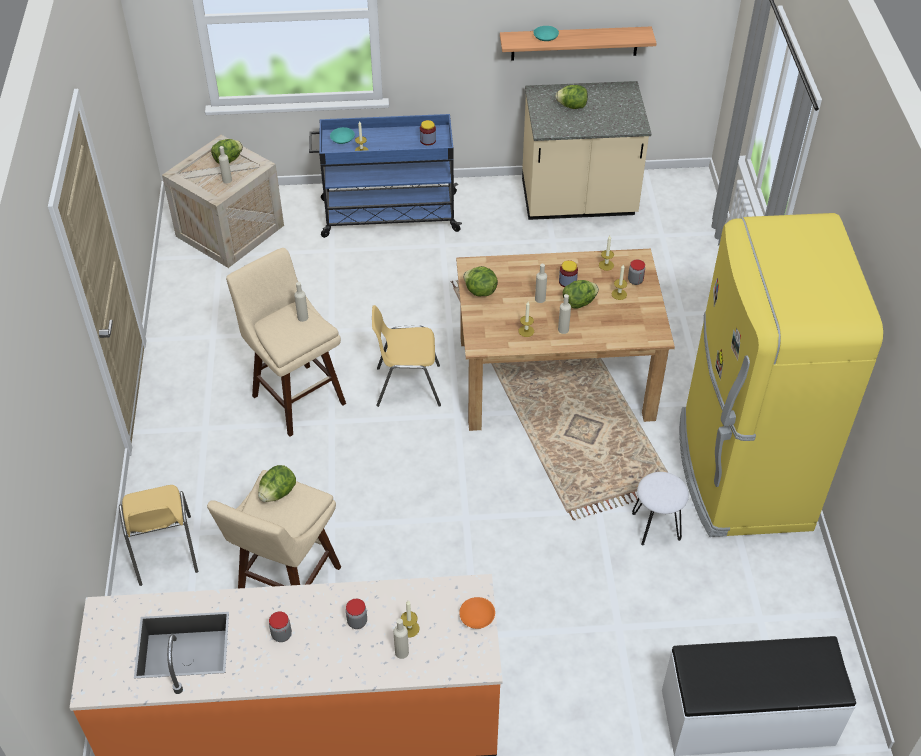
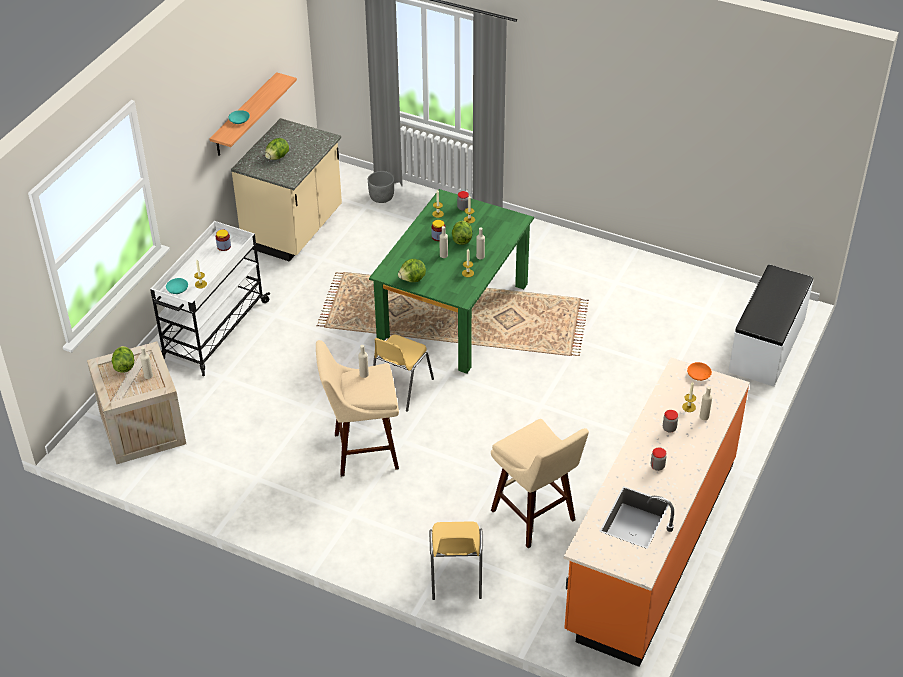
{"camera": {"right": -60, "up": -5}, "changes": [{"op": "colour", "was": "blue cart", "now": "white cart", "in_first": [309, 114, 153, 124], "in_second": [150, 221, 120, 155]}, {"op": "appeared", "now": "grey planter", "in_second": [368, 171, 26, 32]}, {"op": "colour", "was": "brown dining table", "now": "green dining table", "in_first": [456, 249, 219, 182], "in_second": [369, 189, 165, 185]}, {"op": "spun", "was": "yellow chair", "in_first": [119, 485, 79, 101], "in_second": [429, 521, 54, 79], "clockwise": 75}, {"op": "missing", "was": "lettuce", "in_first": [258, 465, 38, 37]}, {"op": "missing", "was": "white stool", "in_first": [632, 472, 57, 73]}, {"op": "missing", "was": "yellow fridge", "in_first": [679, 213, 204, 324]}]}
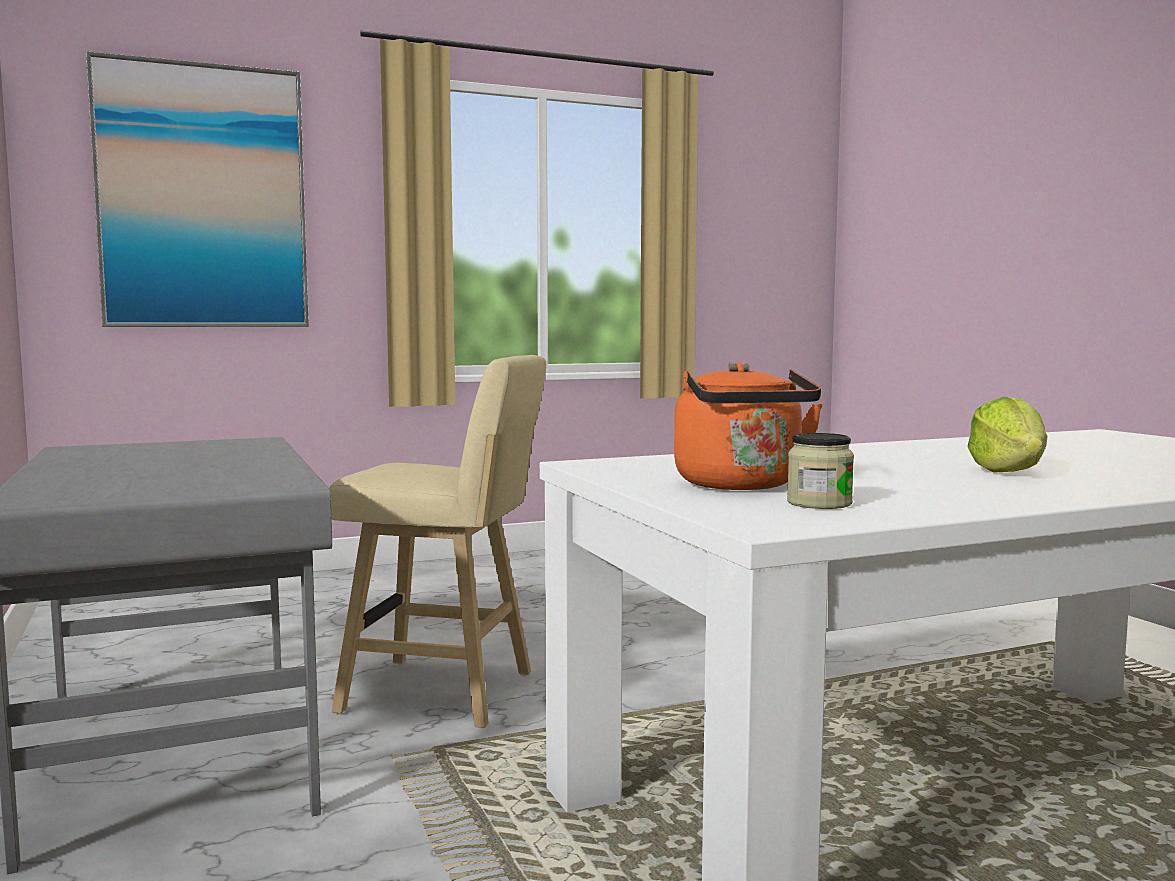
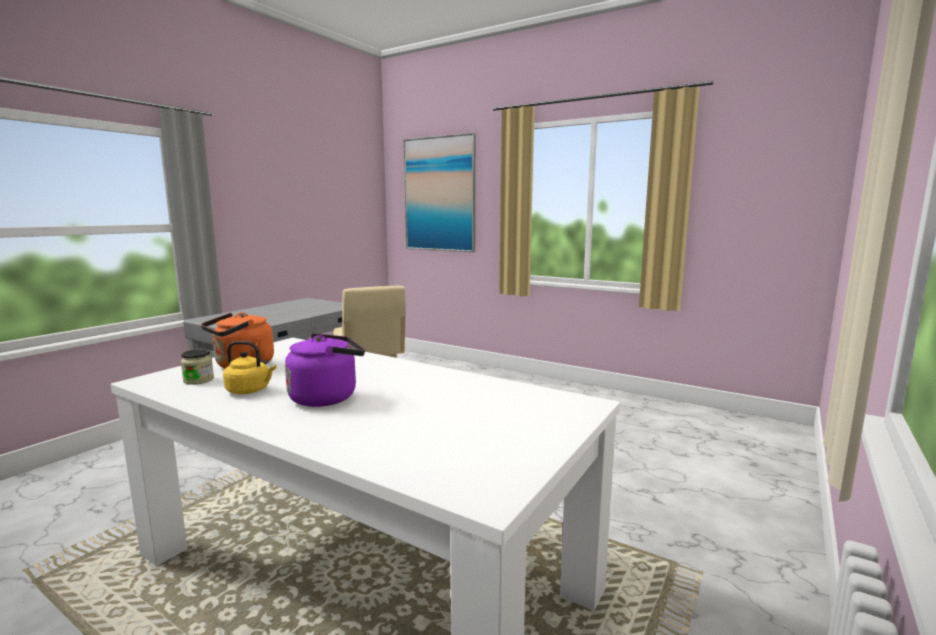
{"camera": {"right": 55, "up": 5}, "changes": [{"op": "appeared", "now": "yellow kettle", "in_second": [223, 341, 53, 53]}, {"op": "exchanged", "was": "lettuce", "now": "purple kettle", "in_first": [968, 397, 80, 76], "in_second": [285, 333, 80, 74]}]}
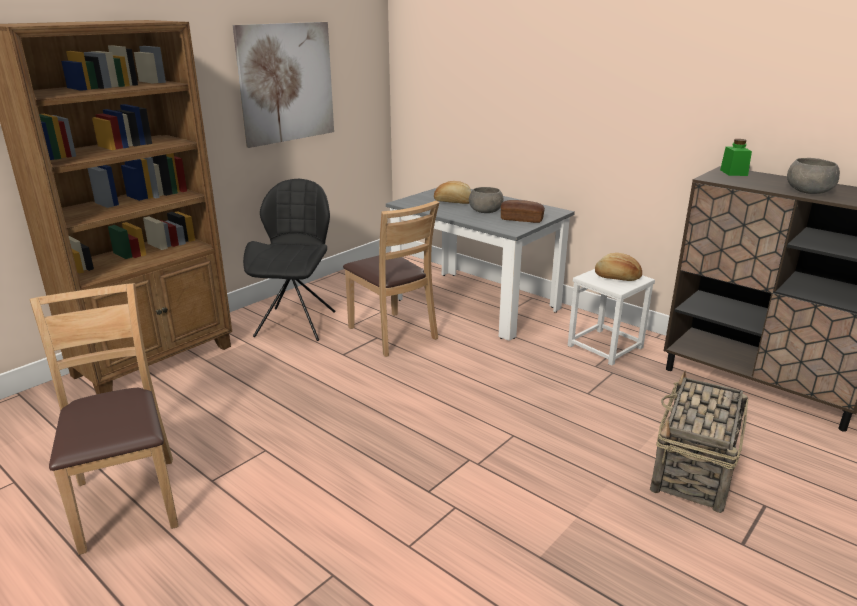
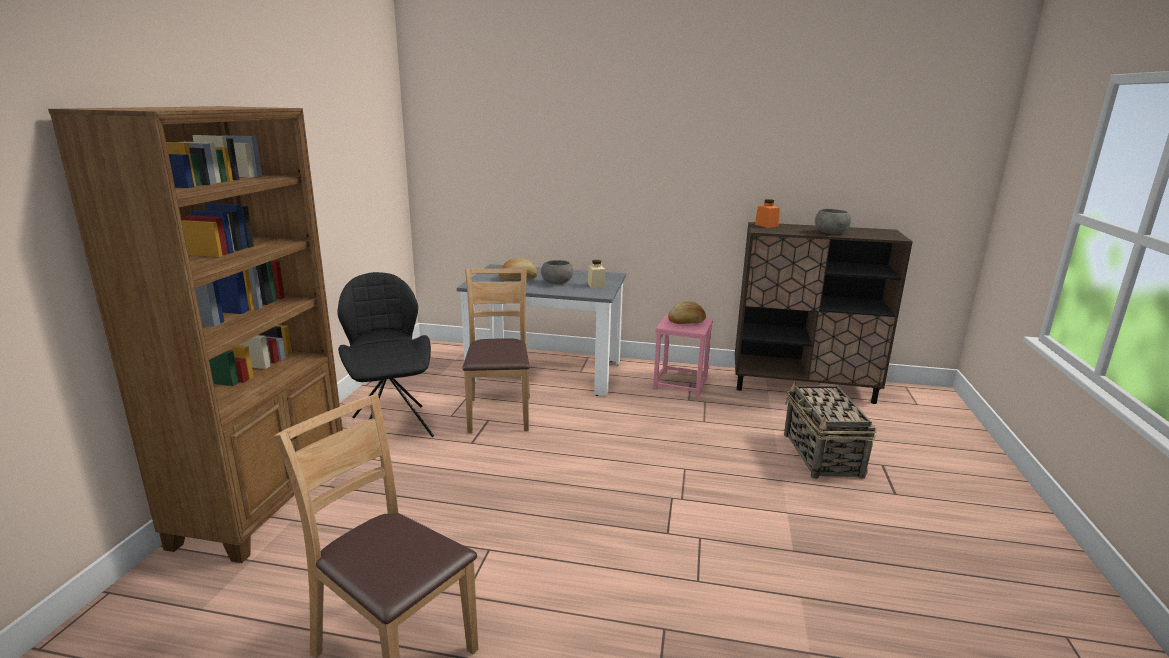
{"camera": {"right": -30, "up": -5}, "changes": [{"op": "spun", "was": "brown chair", "in_first": [343, 201, 97, 156], "in_second": [462, 268, 68, 166], "clockwise": -120}, {"op": "exchanged", "was": "bread", "now": "beige jar", "in_first": [501, 200, 44, 23], "in_second": [587, 260, 18, 28]}, {"op": "colour", "was": "white stool", "now": "pink stool", "in_first": [568, 269, 87, 97], "in_second": [653, 313, 60, 84]}, {"op": "colour", "was": "green jar", "now": "orange jar", "in_first": [720, 139, 32, 37], "in_second": [755, 199, 25, 29]}, {"op": "missing", "was": "picture", "in_first": [233, 22, 101, 126]}]}
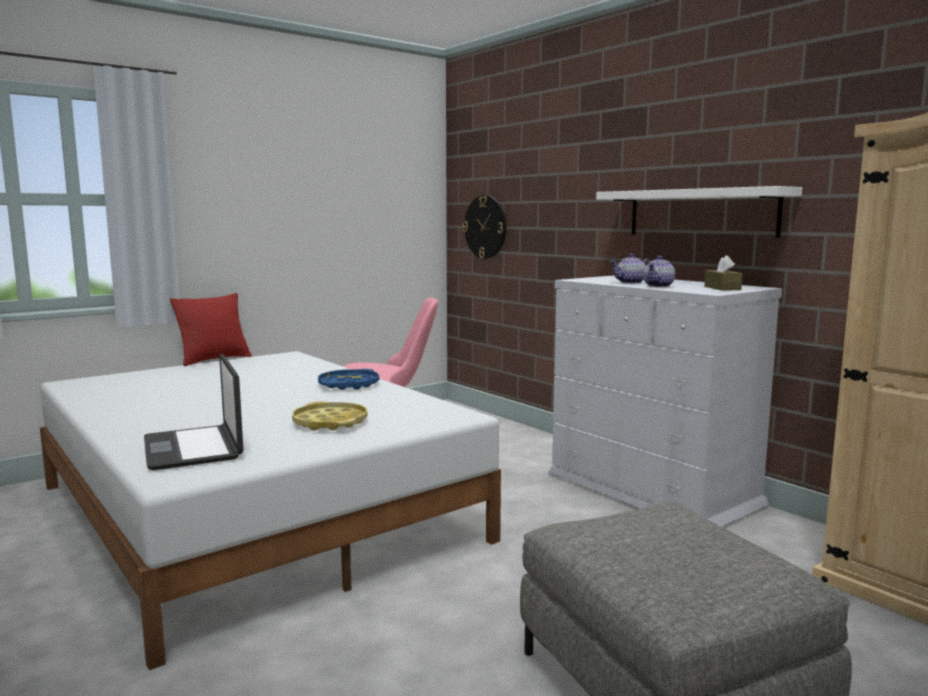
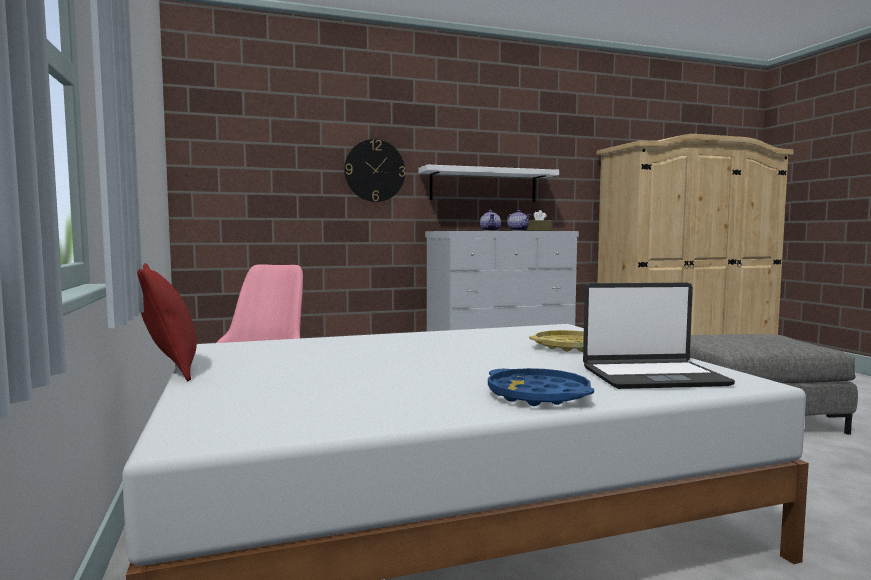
{"camera": {"right": -70, "up": -5}, "changes": [{"op": "relocated", "was": "wall clock", "in_first": [463, 195, 43, 64], "in_second": [344, 139, 61, 63]}, {"op": "relocated", "was": "blue tray", "in_first": [318, 369, 61, 21], "in_second": [488, 368, 106, 38]}]}
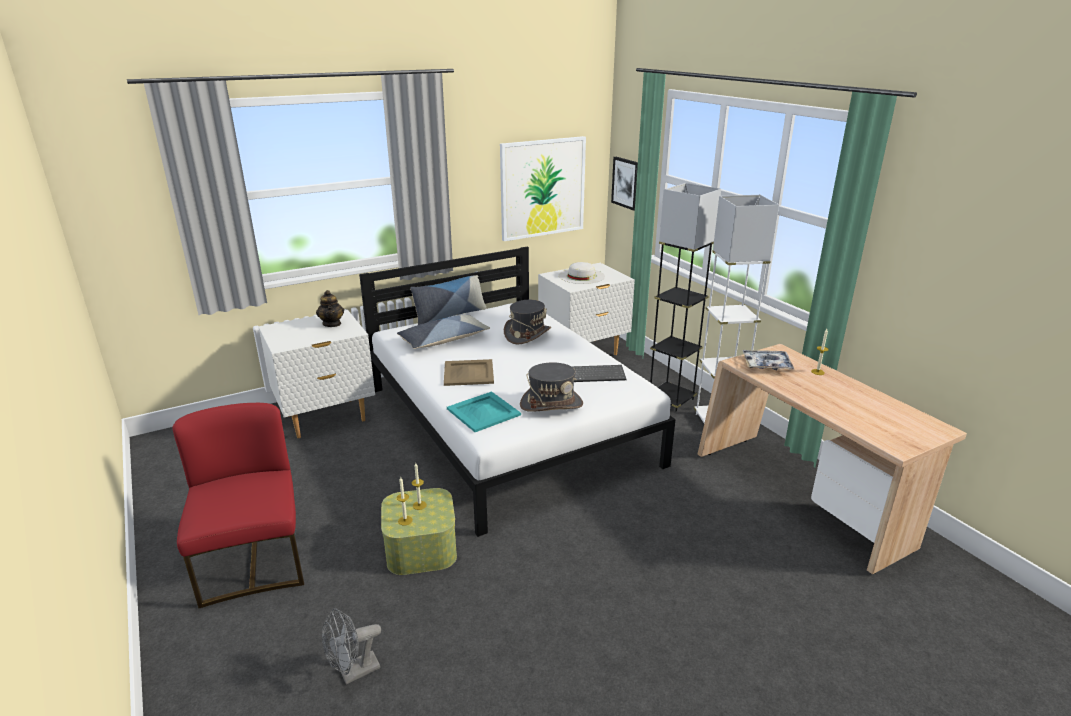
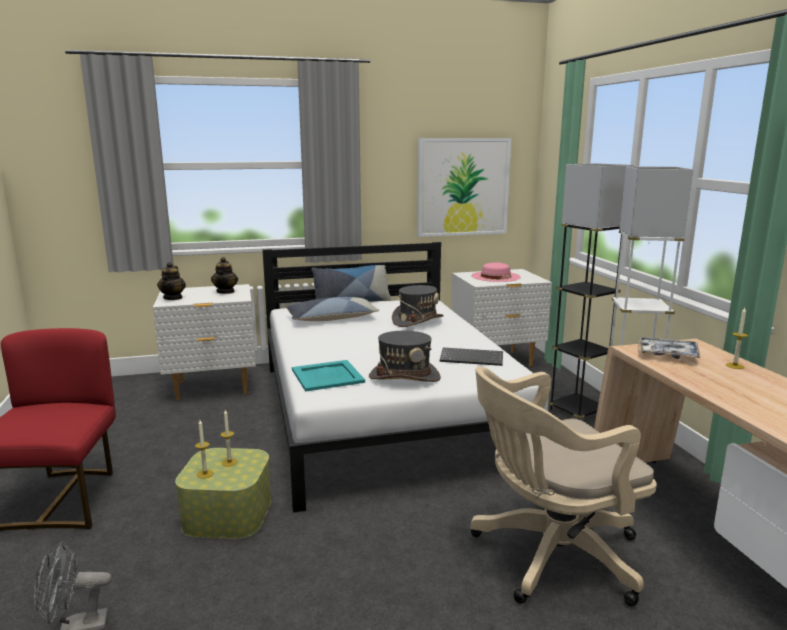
{"camera": {"right": 15, "up": -10}, "changes": [{"op": "appeared", "now": "teapot", "in_second": [157, 262, 29, 38]}, {"op": "appeared", "now": "beige office chair", "in_second": [470, 366, 187, 240]}, {"op": "colour", "was": "white hat", "now": "pink hat", "in_first": [559, 262, 46, 22], "in_second": [472, 263, 49, 19]}, {"op": "missing", "was": "beige tray", "in_first": [444, 359, 50, 27]}, {"op": "missing", "was": "picture", "in_first": [611, 157, 27, 54]}]}
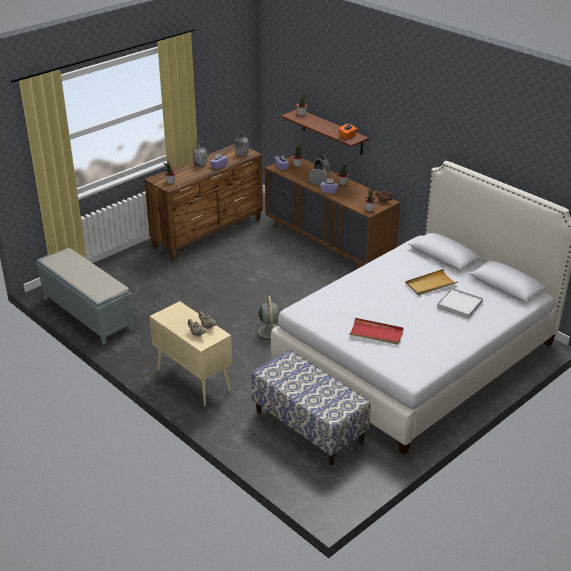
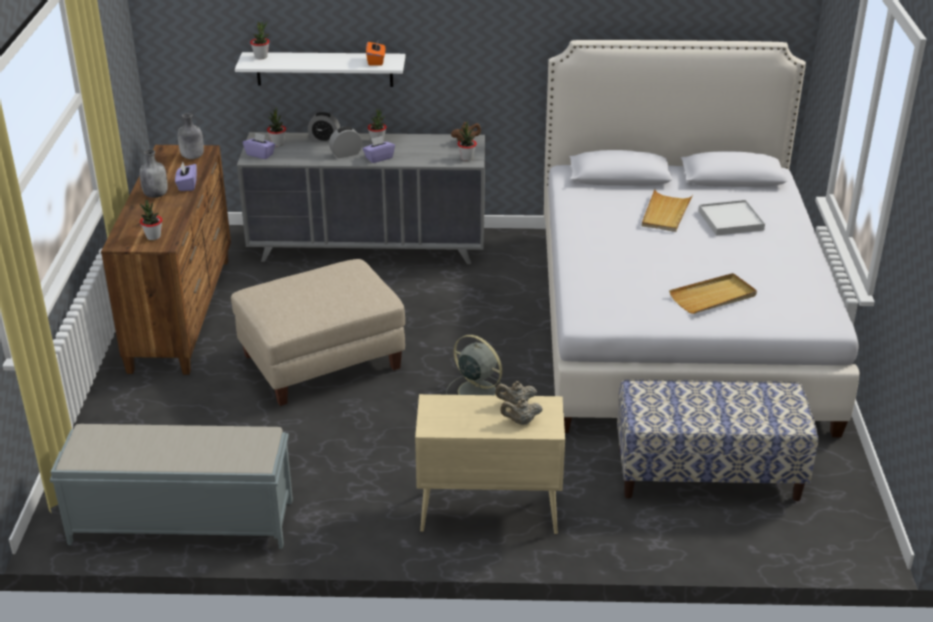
{"camera": {"right": -45, "up": 0}, "changes": [{"op": "appeared", "now": "beige ottoman", "in_second": [231, 259, 174, 147]}, {"op": "colour", "was": "brown shelf", "now": "white shelf", "in_first": [281, 110, 88, 45], "in_second": [235, 52, 171, 35]}, {"op": "colour", "was": "brown dresser", "now": "grey dresser", "in_first": [265, 156, 135, 112], "in_second": [237, 132, 248, 132]}, {"op": "colour", "was": "red tray", "now": "beige tray", "in_first": [349, 318, 55, 27], "in_second": [669, 273, 88, 41]}]}
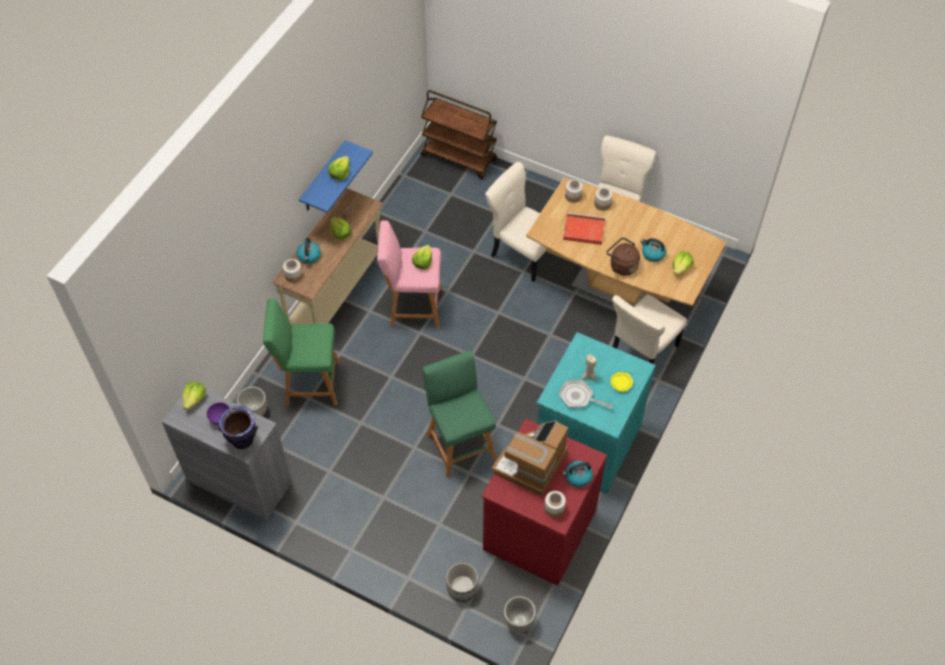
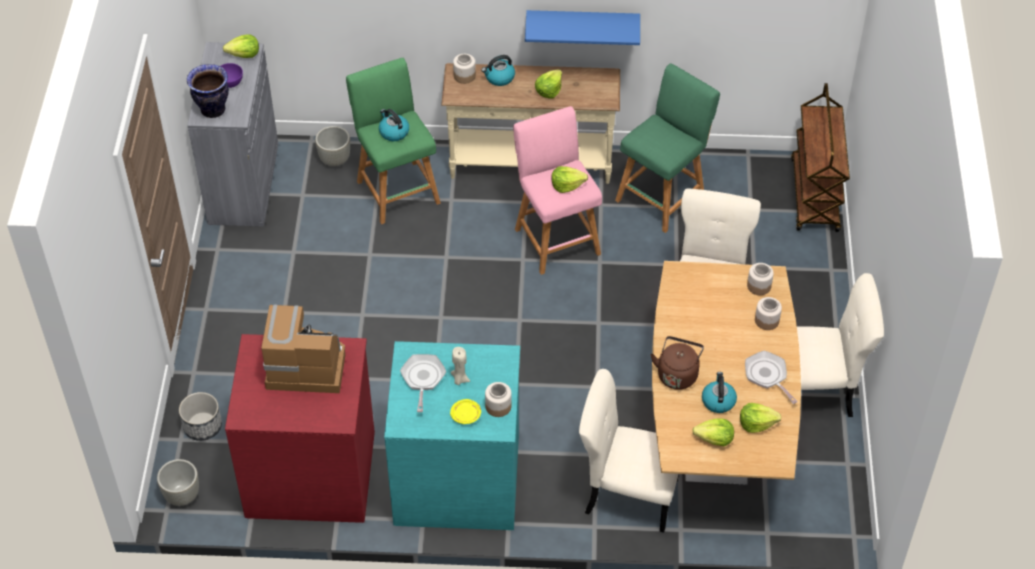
{"camera": {"right": 65, "up": -5}, "changes": [{"op": "relocated", "was": "kettle", "in_first": [562, 461, 31, 26], "in_second": [379, 109, 30, 32]}, {"op": "relocated", "was": "jar", "in_first": [544, 491, 22, 27], "in_second": [485, 382, 27, 35]}, {"op": "relocated", "was": "green stool", "in_first": [422, 350, 74, 128], "in_second": [615, 64, 105, 169]}, {"op": "relocated", "was": "lettuce", "in_first": [328, 156, 21, 24], "in_second": [740, 403, 42, 30]}, {"op": "appeared", "now": "frying pan", "in_second": [745, 351, 53, 53]}, {"op": "missing", "was": "red tray", "in_first": [563, 212, 42, 33]}]}
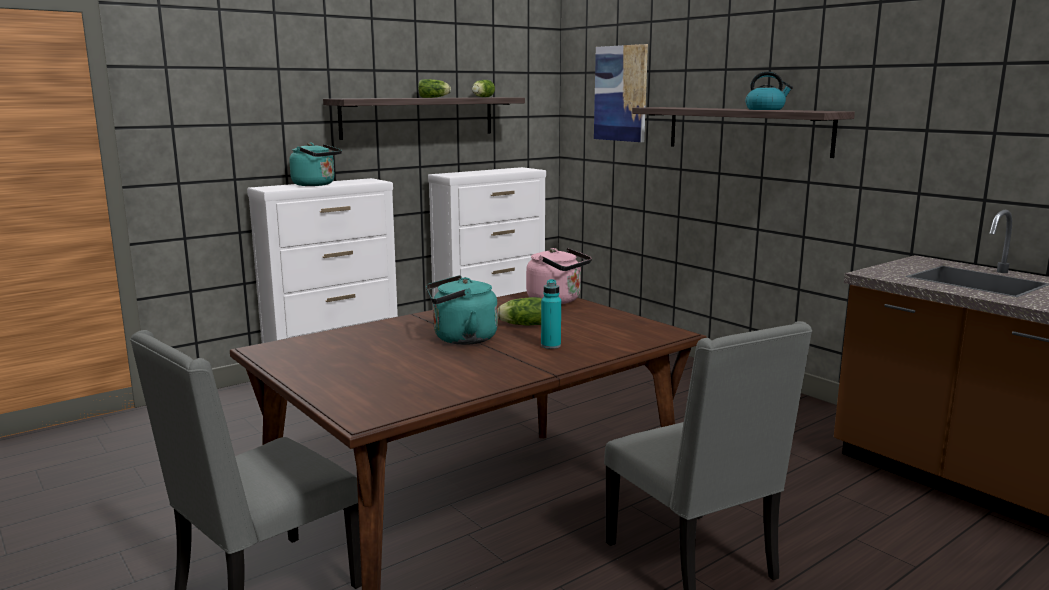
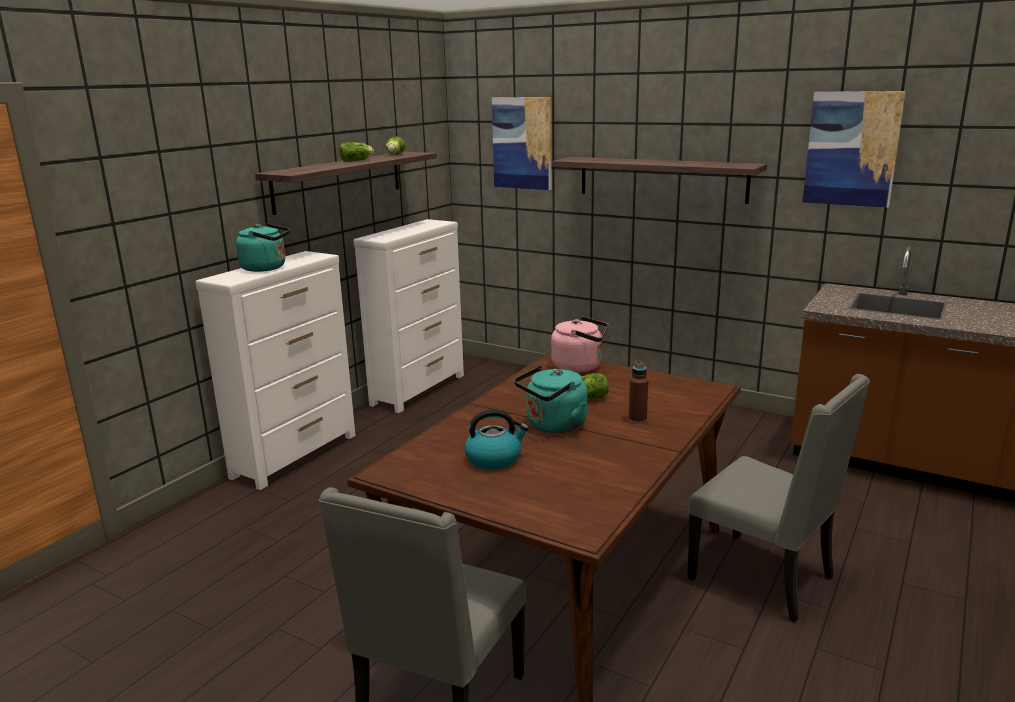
{"camera": {"right": -20, "up": 5}, "changes": [{"op": "relocated", "was": "kettle", "in_first": [745, 71, 48, 39], "in_second": [465, 409, 64, 61]}, {"op": "colour", "was": "turquoise bottle", "now": "brown bottle", "in_first": [541, 279, 20, 70], "in_second": [629, 361, 19, 63]}, {"op": "appeared", "now": "picture", "in_second": [803, 91, 103, 117]}]}
